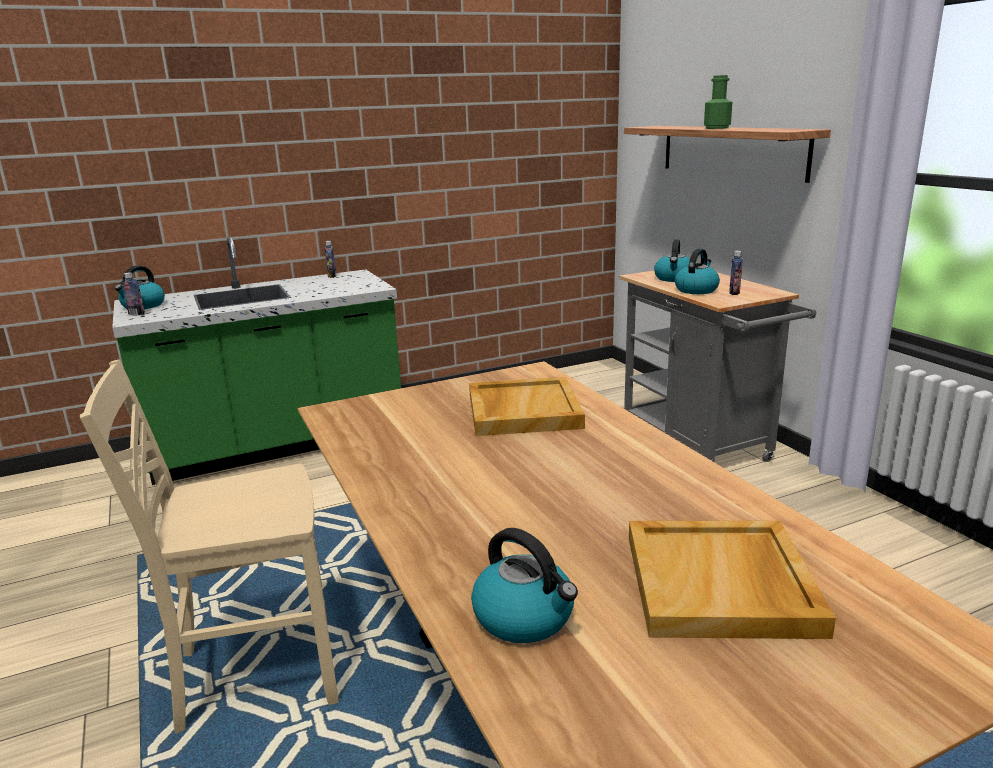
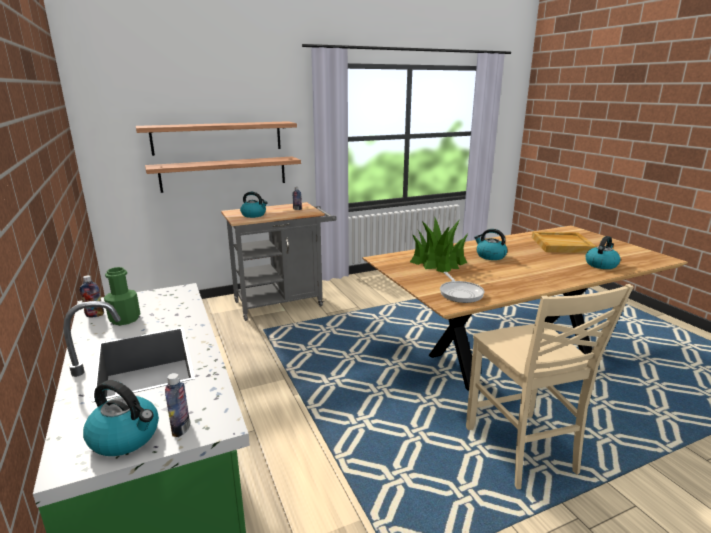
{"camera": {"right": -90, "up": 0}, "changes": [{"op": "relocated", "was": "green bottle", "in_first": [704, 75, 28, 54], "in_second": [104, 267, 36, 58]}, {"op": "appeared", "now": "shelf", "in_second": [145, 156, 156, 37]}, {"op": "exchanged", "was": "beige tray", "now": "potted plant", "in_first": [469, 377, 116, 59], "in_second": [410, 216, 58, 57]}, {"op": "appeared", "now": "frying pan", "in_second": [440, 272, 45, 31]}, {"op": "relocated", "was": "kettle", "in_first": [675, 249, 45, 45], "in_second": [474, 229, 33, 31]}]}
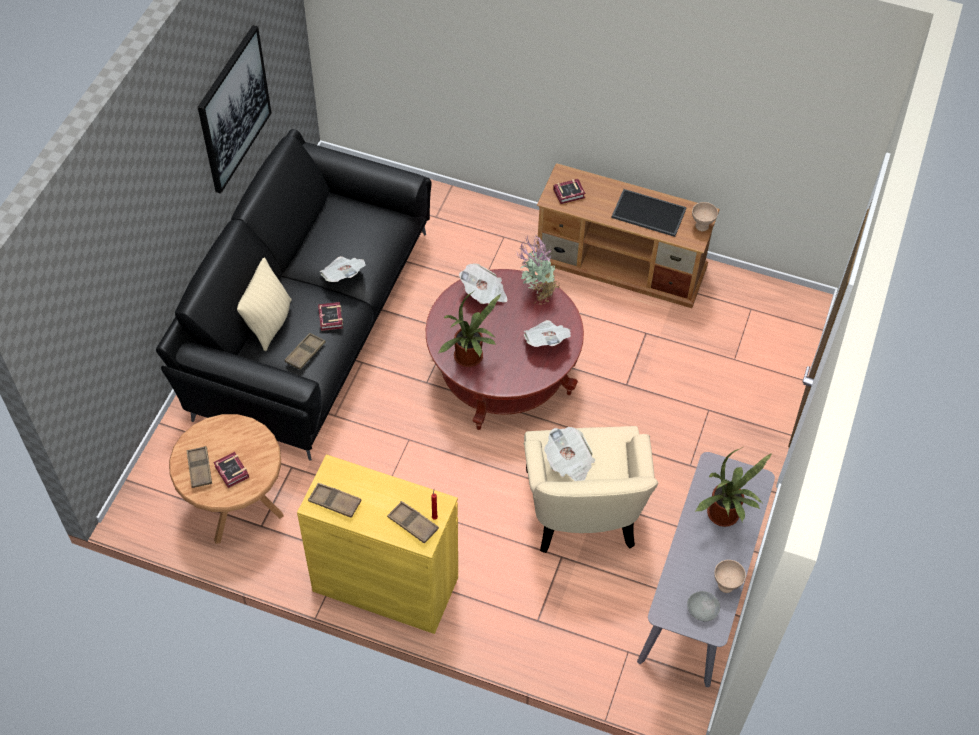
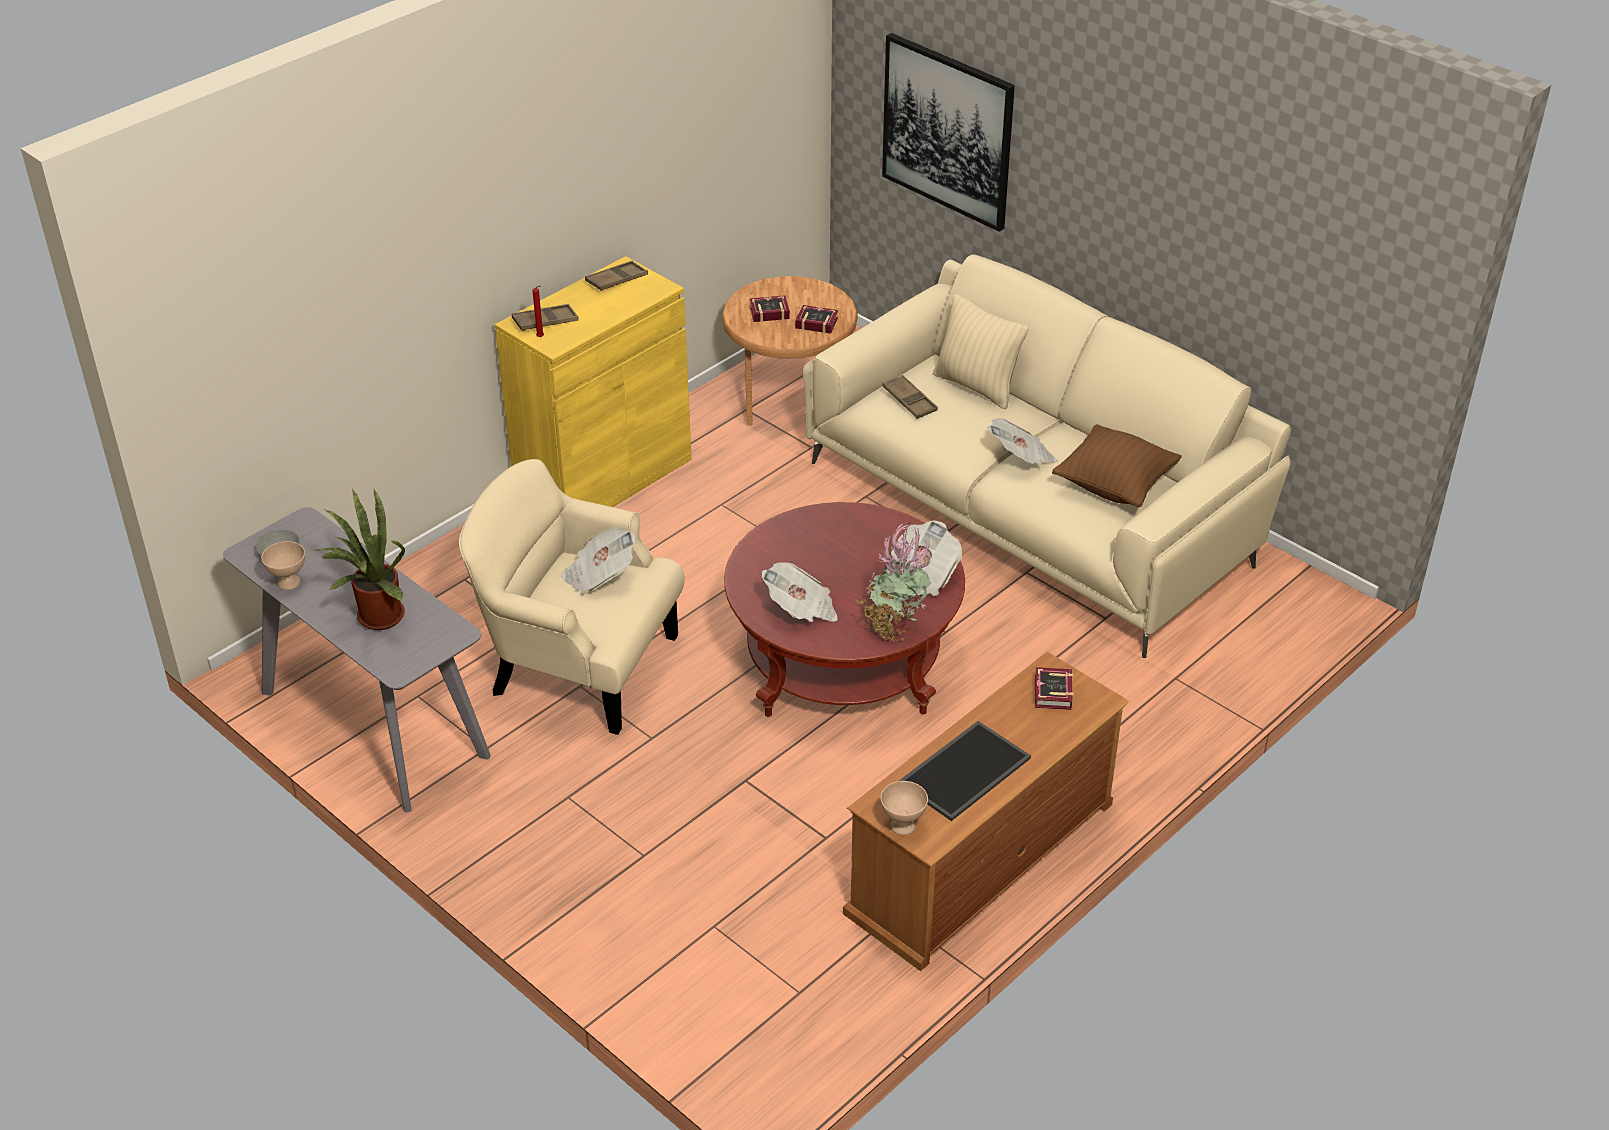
{"camera": {"right": 115, "up": -15}, "changes": [{"op": "relocated", "was": "book", "in_first": [318, 302, 25, 29], "in_second": [795, 305, 43, 29]}, {"op": "colour", "was": "black sofa", "now": "beige sofa", "in_first": [156, 129, 276, 332], "in_second": [803, 254, 488, 404]}, {"op": "relocated", "was": "picture", "in_first": [198, 25, 73, 169], "in_second": [882, 33, 133, 199]}, {"op": "appeared", "now": "brown pillow", "in_second": [1052, 424, 130, 83]}, {"op": "missing", "was": "brown tray", "in_first": [187, 446, 25, 42]}, {"op": "missing", "was": "potted plant", "in_first": [439, 291, 62, 76]}]}
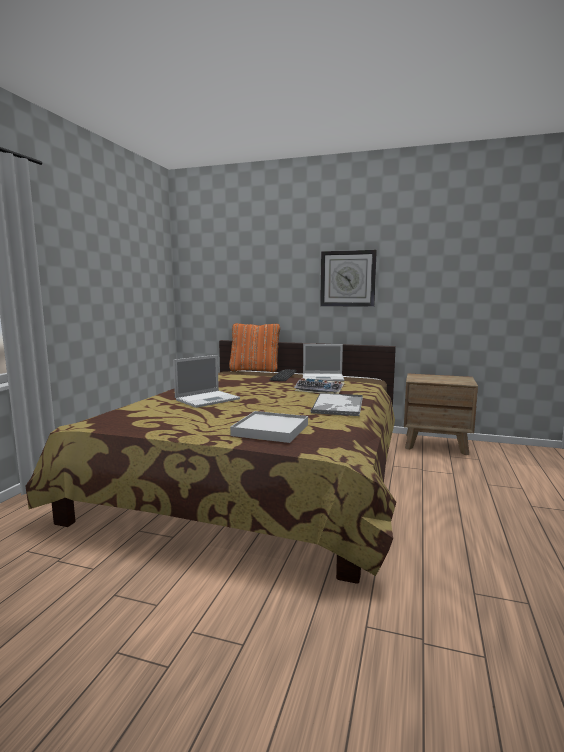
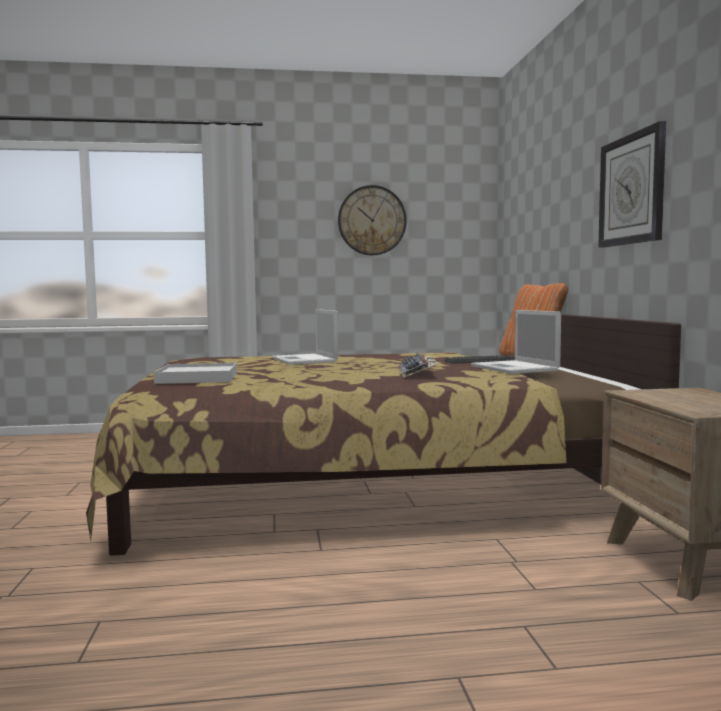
{"camera": {"right": 65, "up": -5}, "changes": [{"op": "spun", "was": "laptop", "in_first": [173, 355, 67, 53], "in_second": [272, 309, 66, 56], "clockwise": 45}, {"op": "appeared", "now": "wall clock", "in_second": [338, 185, 69, 70]}, {"op": "missing", "was": "tray", "in_first": [311, 393, 52, 23]}]}
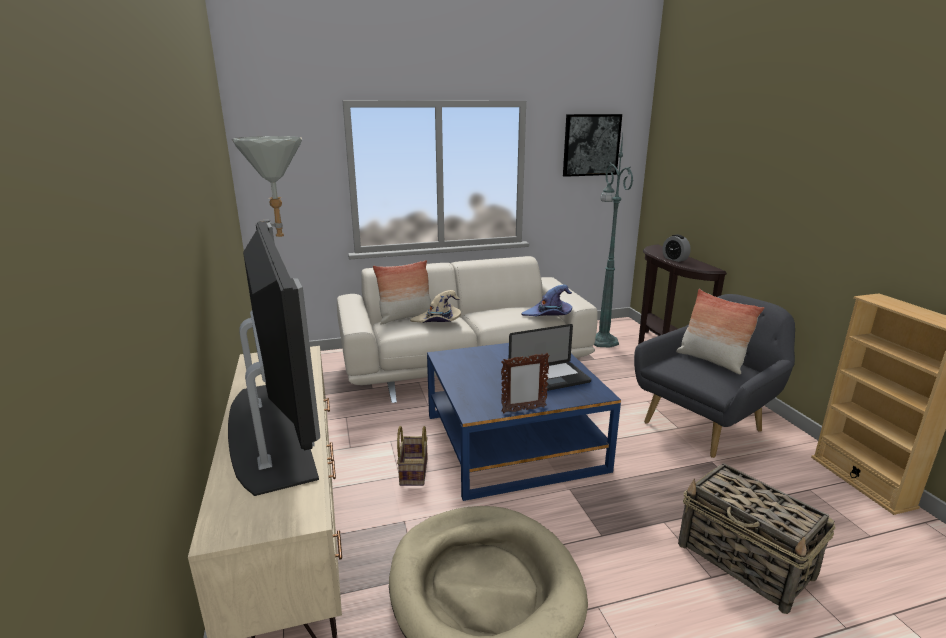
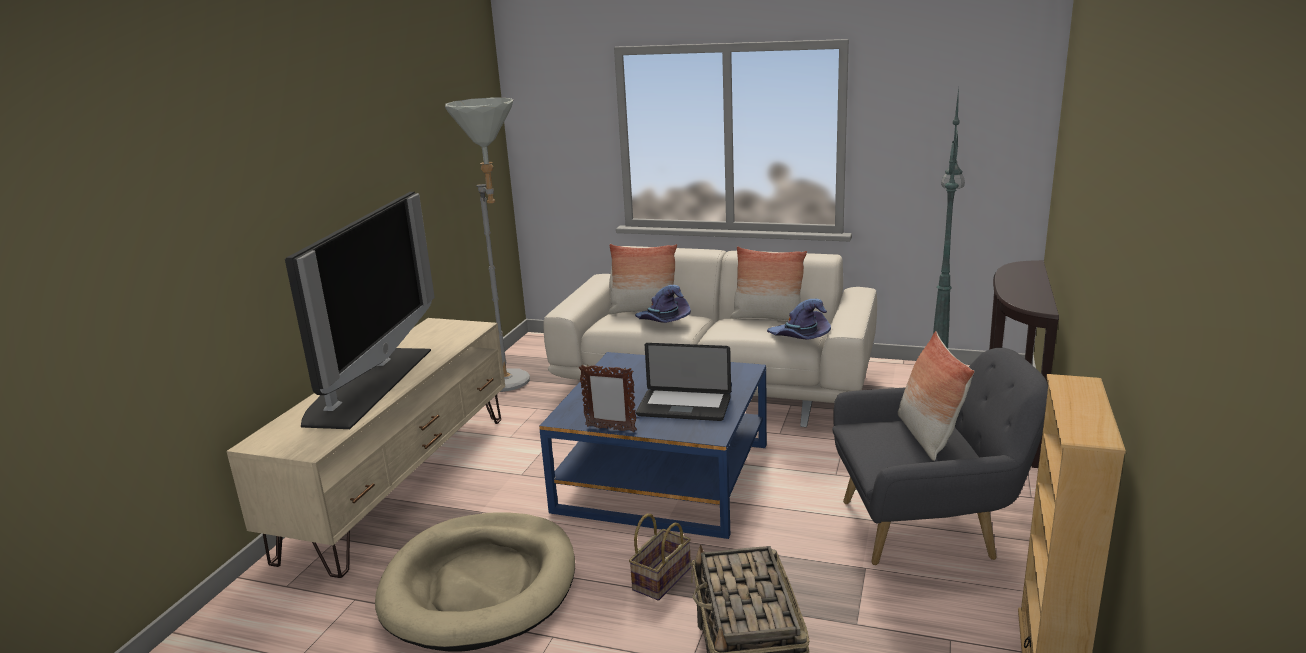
{"camera": {"right": 35, "up": 0}, "changes": [{"op": "relocated", "was": "basket", "in_first": [397, 426, 31, 60], "in_second": [629, 514, 62, 87]}, {"op": "colour", "was": "beige hat", "now": "purple hat", "in_first": [410, 290, 51, 33], "in_second": [635, 285, 56, 38]}, {"op": "appeared", "now": "pillow", "in_second": [730, 246, 77, 74]}, {"op": "missing", "was": "picture", "in_first": [563, 114, 59, 63]}, {"op": "missing", "was": "alarm clock", "in_first": [663, 234, 28, 28]}]}
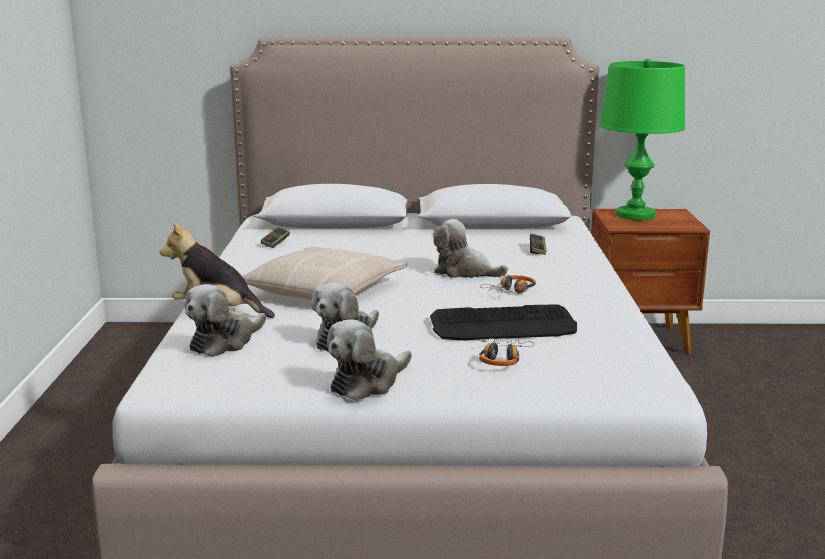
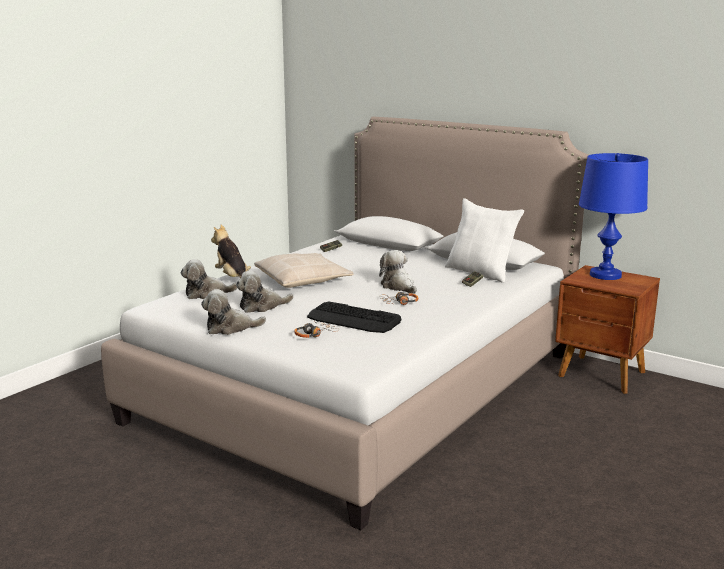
{"camera": {"right": 35, "up": 0}, "changes": [{"op": "appeared", "now": "white pillow", "in_second": [445, 198, 79, 85]}, {"op": "colour", "was": "green table lamp", "now": "blue table lamp", "in_first": [600, 58, 85, 162], "in_second": [579, 153, 69, 127]}]}
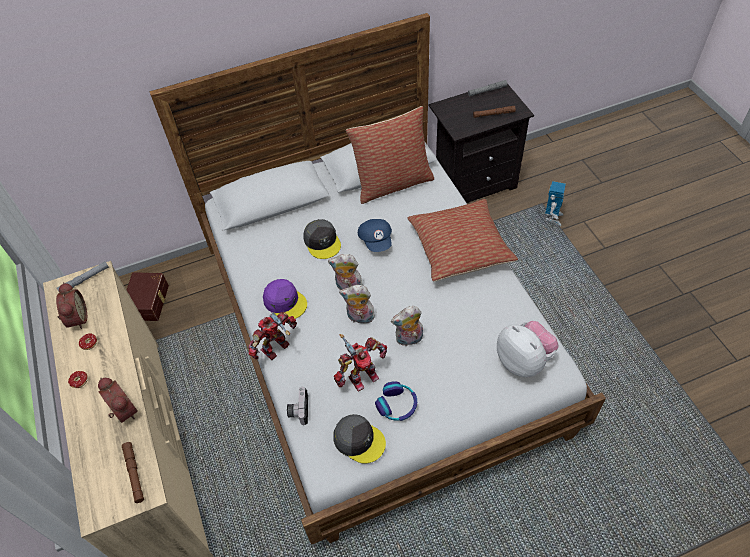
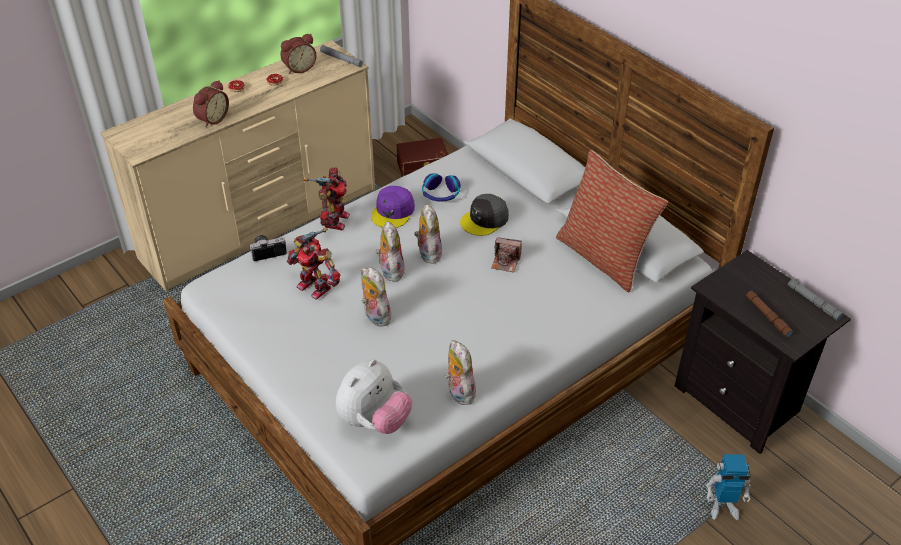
{"camera": {"right": 70, "up": -10}, "changes": [{"op": "spun", "was": "toy robot", "in_first": [248, 312, 49, 48], "in_second": [303, 167, 47, 64], "clockwise": 75}, {"op": "relocated", "was": "headphones", "in_first": [375, 381, 42, 40], "in_second": [422, 173, 39, 29]}, {"op": "appeared", "now": "plush toy", "in_second": [445, 340, 31, 65]}, {"op": "exchanged", "was": "blue cap", "now": "photo camera", "in_first": [358, 219, 34, 33], "in_second": [491, 237, 31, 36]}, {"op": "missing", "was": "brown flashlight", "in_first": [122, 442, 22, 61]}, {"op": "missing", "was": "grey cap", "in_first": [333, 414, 53, 49]}, {"op": "missing", "was": "pillow", "in_first": [407, 199, 111, 83]}]}
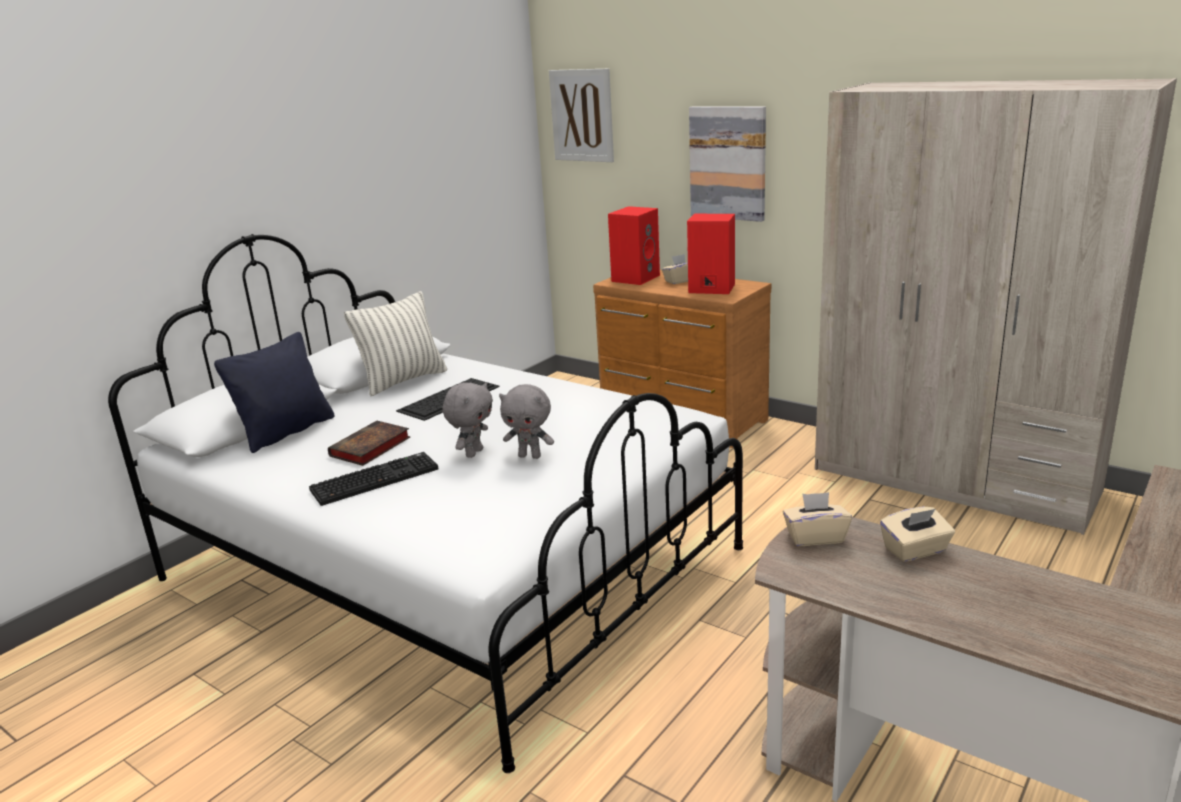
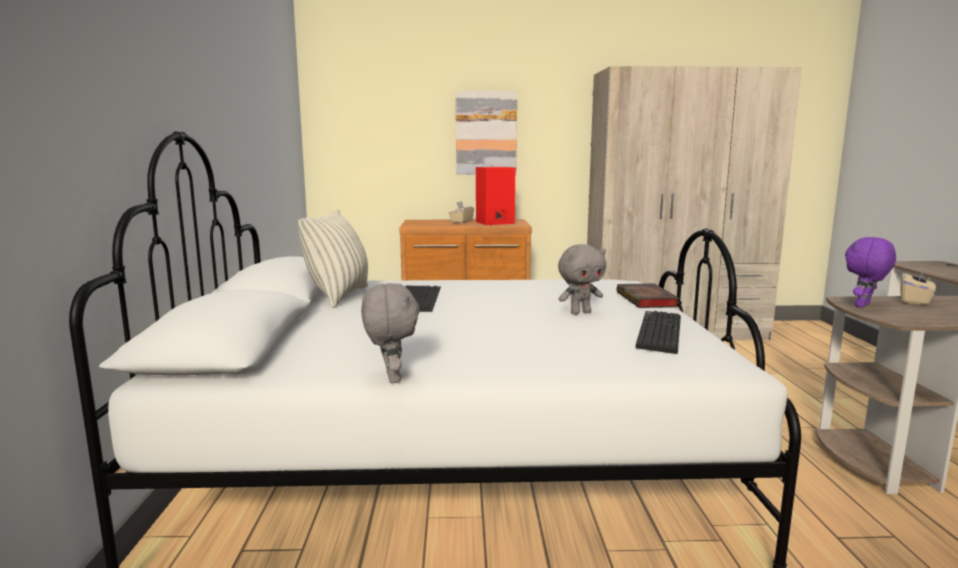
{"camera": {"right": -40, "up": -10}, "changes": [{"op": "relocated", "was": "grey plush toy", "in_first": [442, 382, 51, 76], "in_second": [361, 283, 59, 100]}, {"op": "relocated", "was": "book", "in_first": [328, 421, 82, 45], "in_second": [617, 283, 62, 25]}, {"op": "relocated", "was": "keyboard", "in_first": [309, 452, 129, 54], "in_second": [635, 311, 46, 43]}, {"op": "exchanged", "was": "beige tissue box", "now": "purple plush toy", "in_first": [783, 492, 69, 54], "in_second": [845, 237, 51, 71]}, {"op": "missing", "was": "black pillow", "in_first": [214, 332, 121, 121]}, {"op": "missing", "was": "picture", "in_first": [549, 69, 65, 93]}, {"op": "missing", "was": "red speaker", "in_first": [608, 206, 52, 79]}]}
